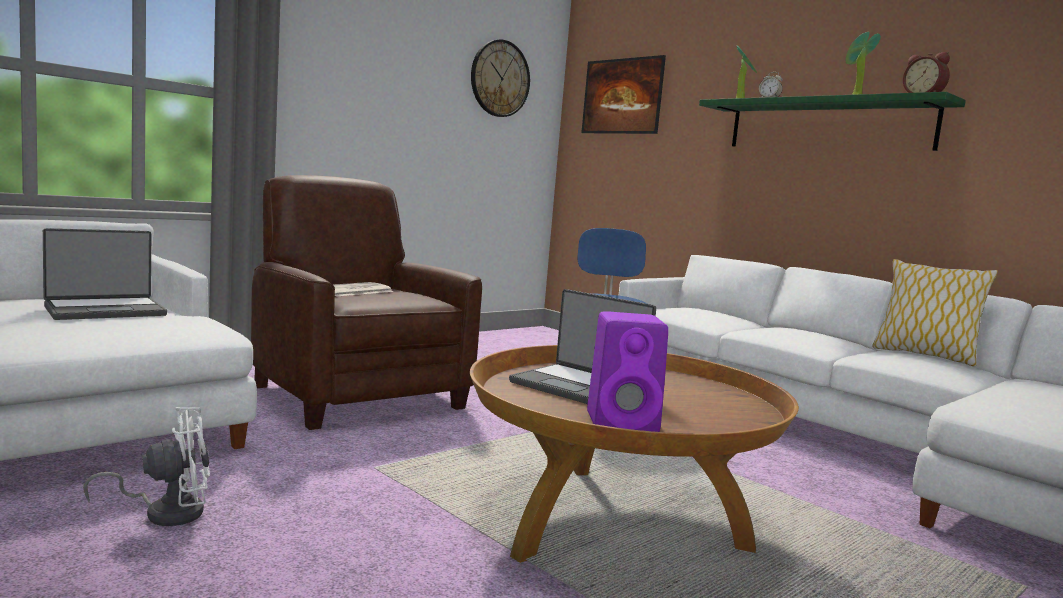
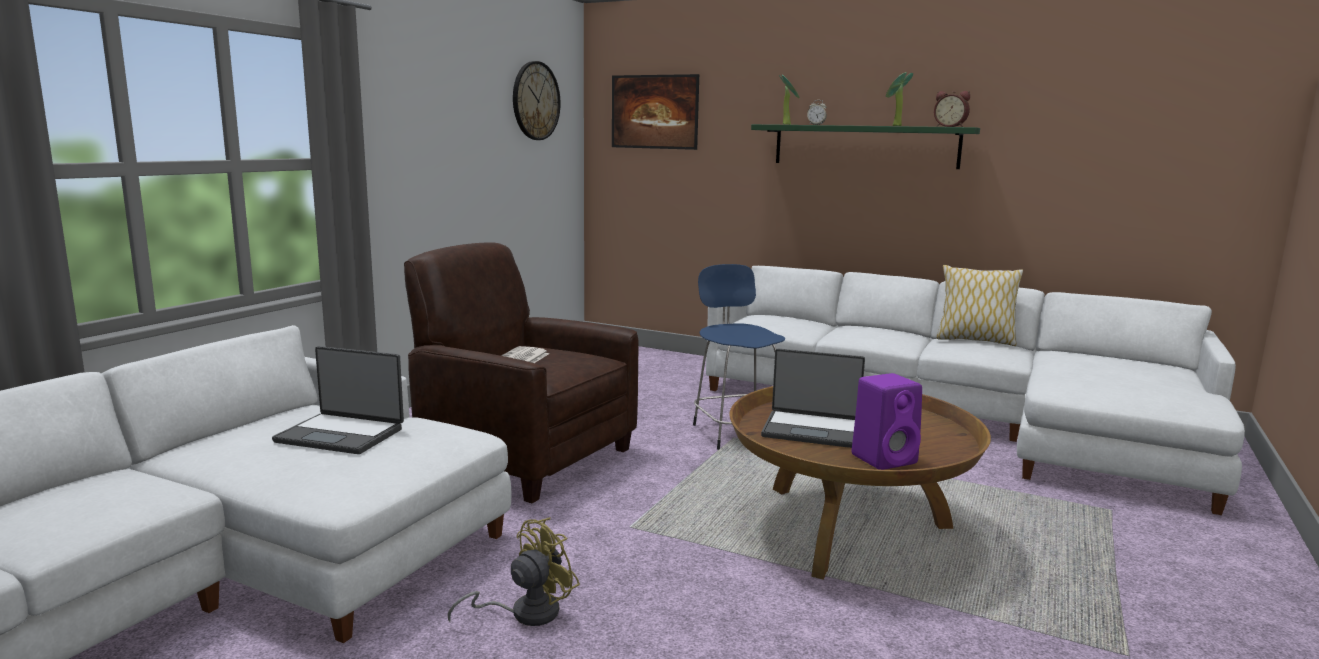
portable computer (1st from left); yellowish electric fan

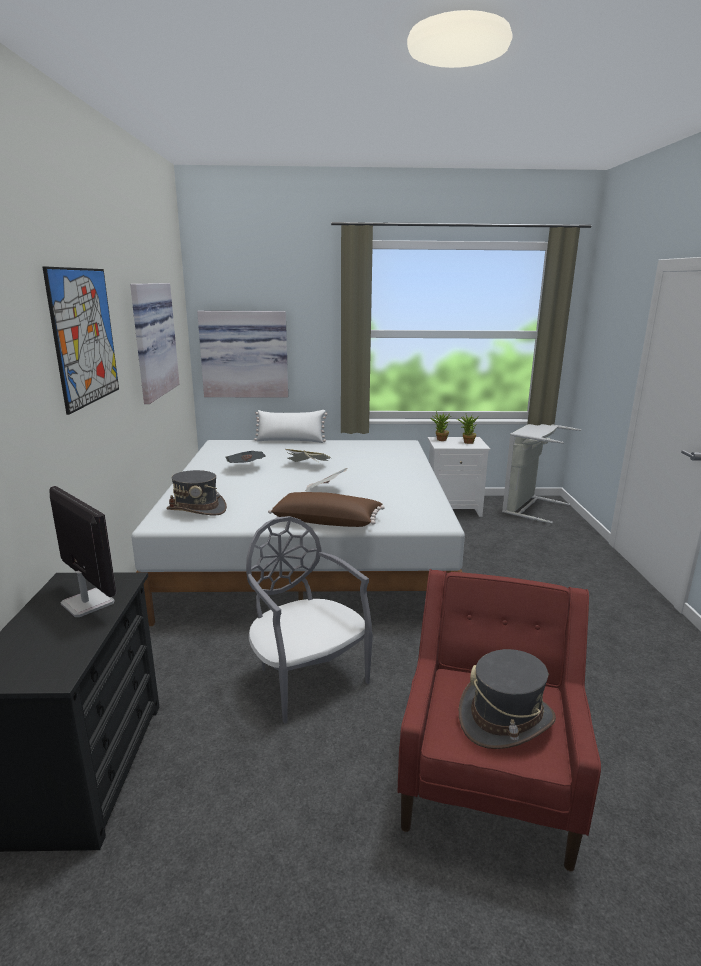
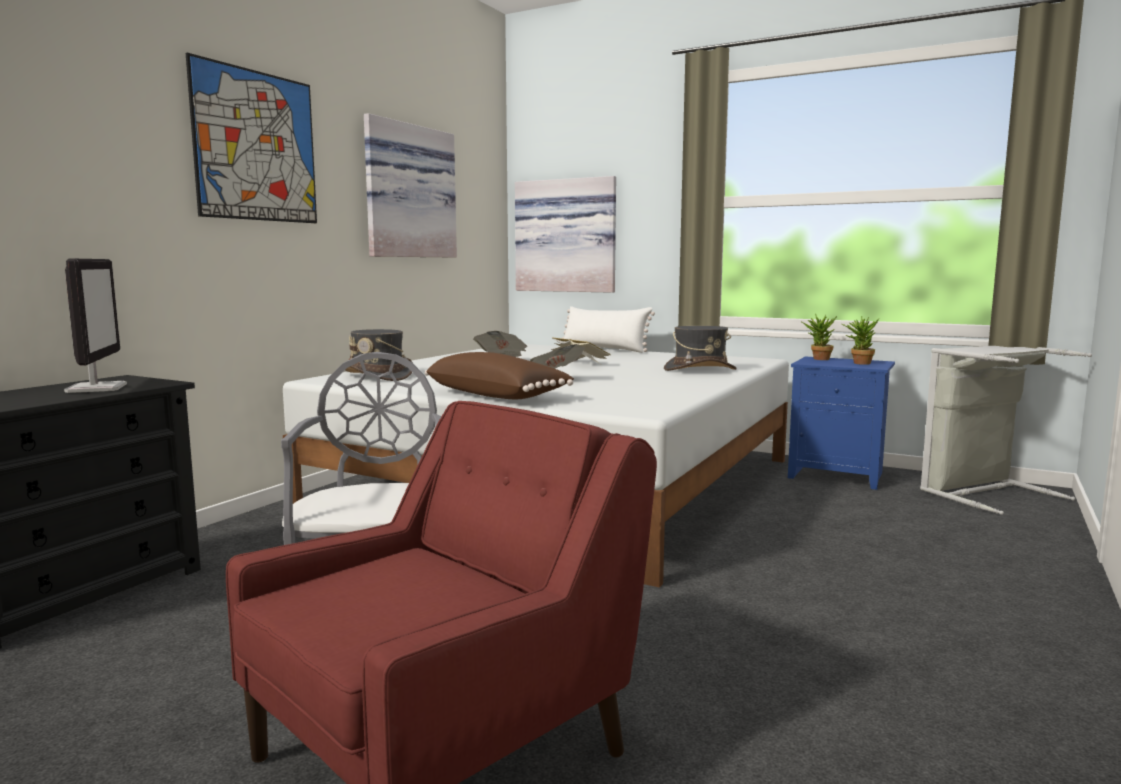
grey hat (2nd from left); bluish night table

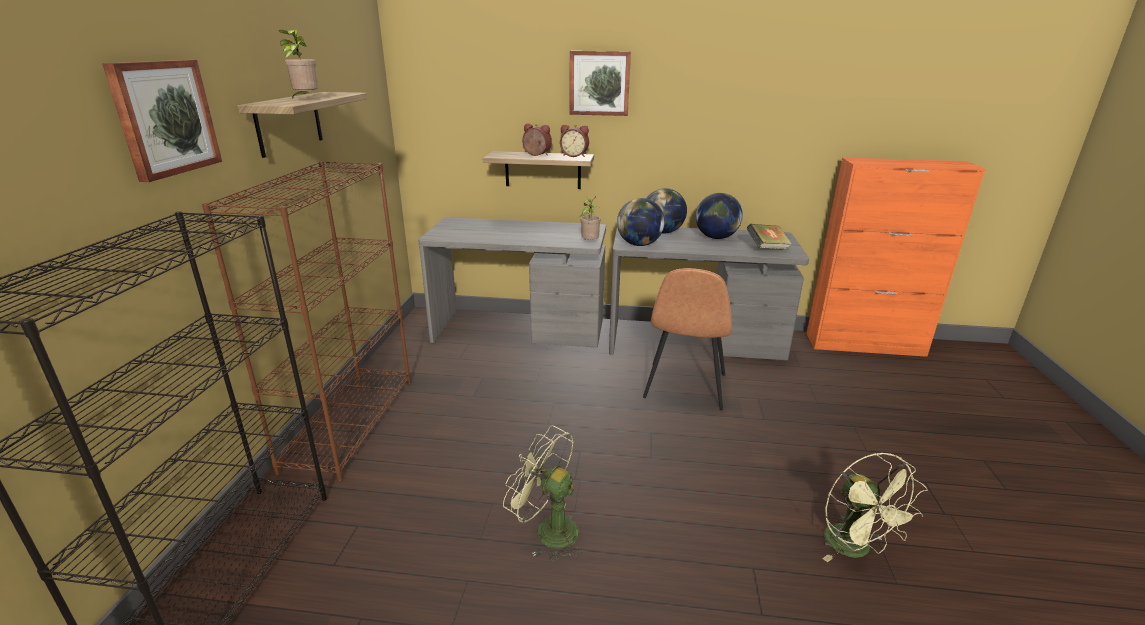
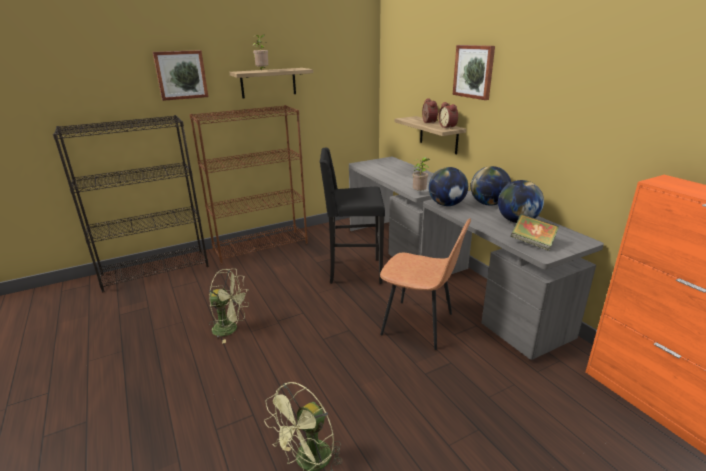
greenish electric fan (1st from left); blackish stool seat; brownish plain chair

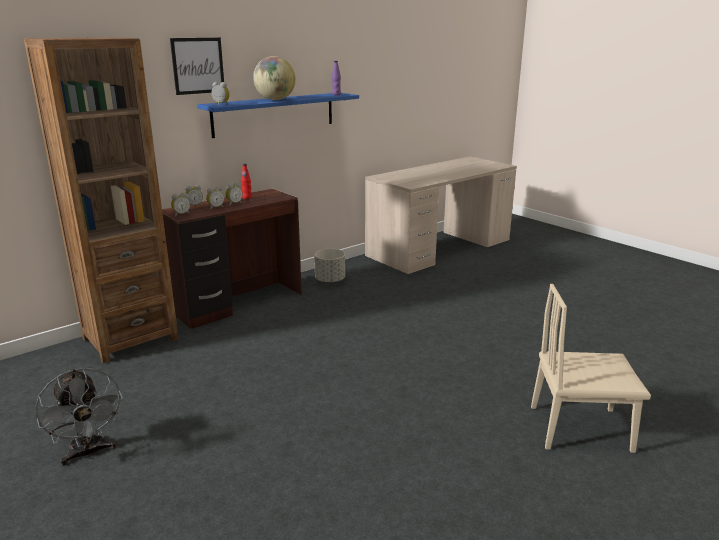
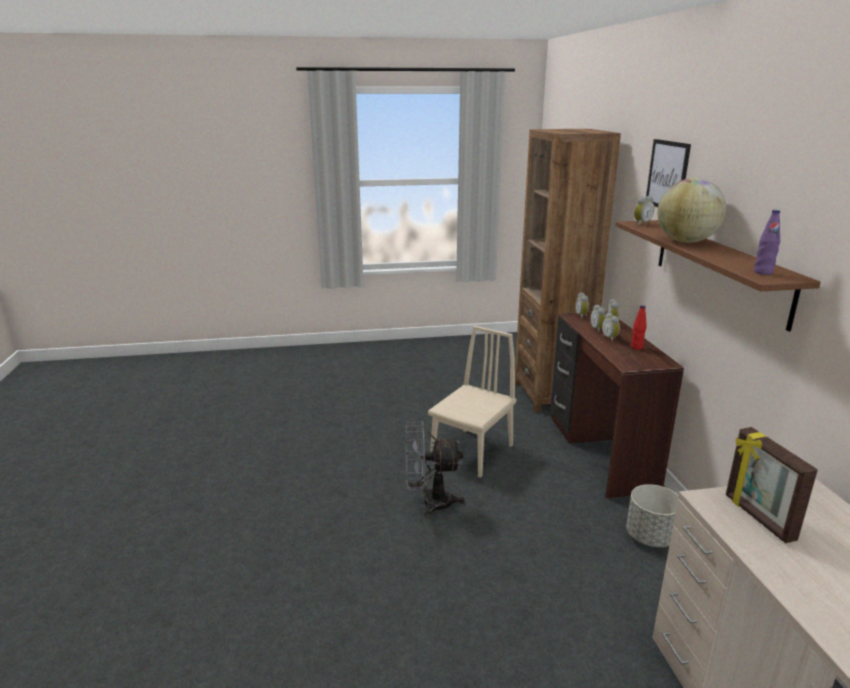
grey electric fan; sand-coloured plain chair; brownish bracket shelf; standing frame

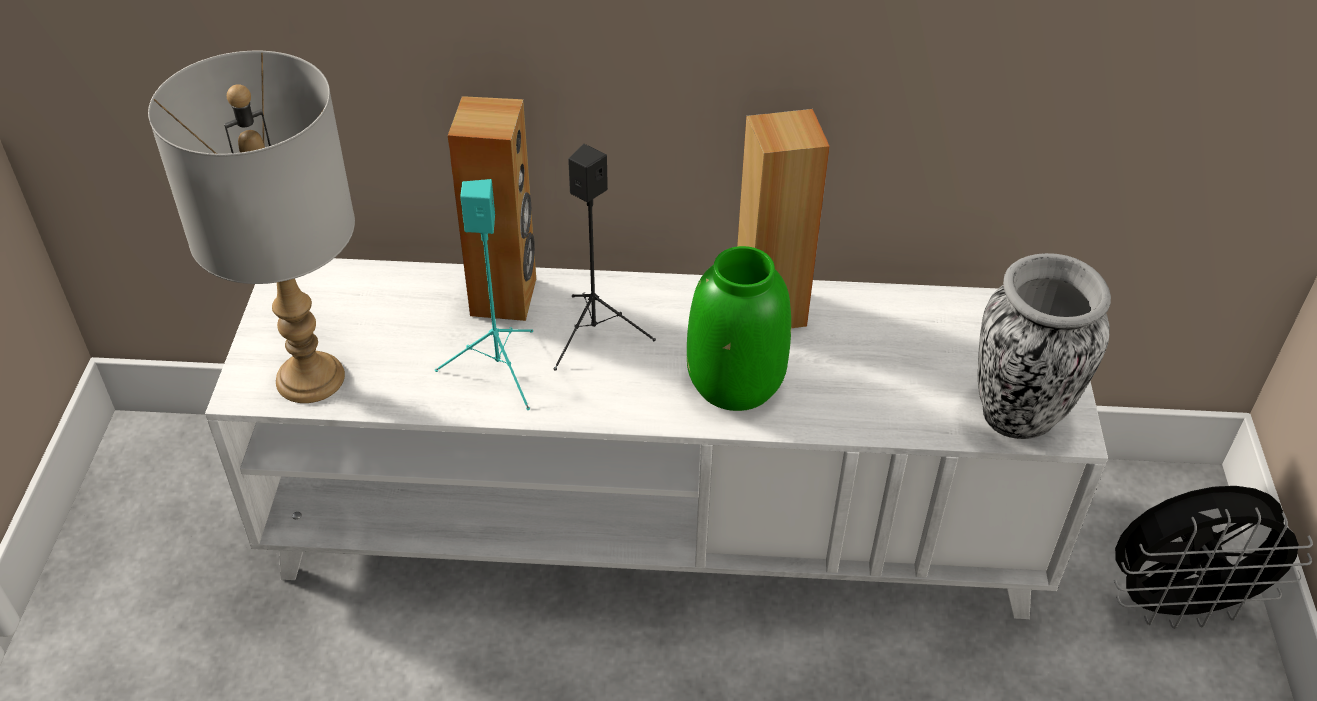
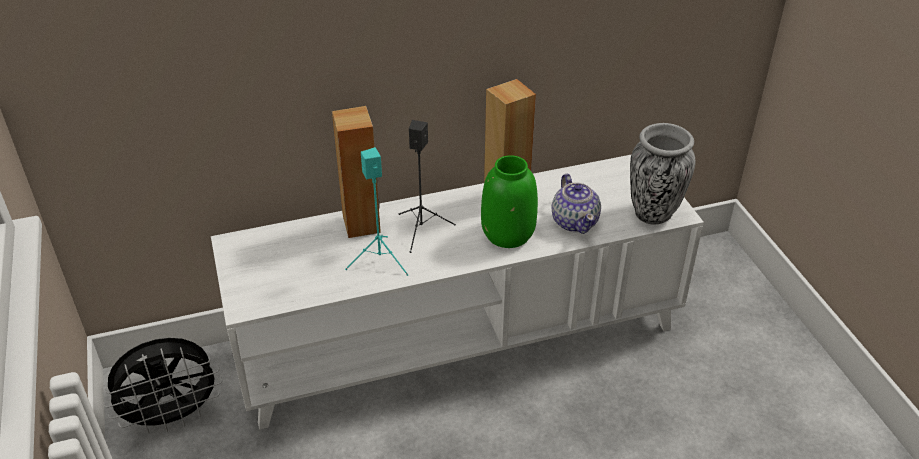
blackish electric fan; teapot; grey tabletop lamp

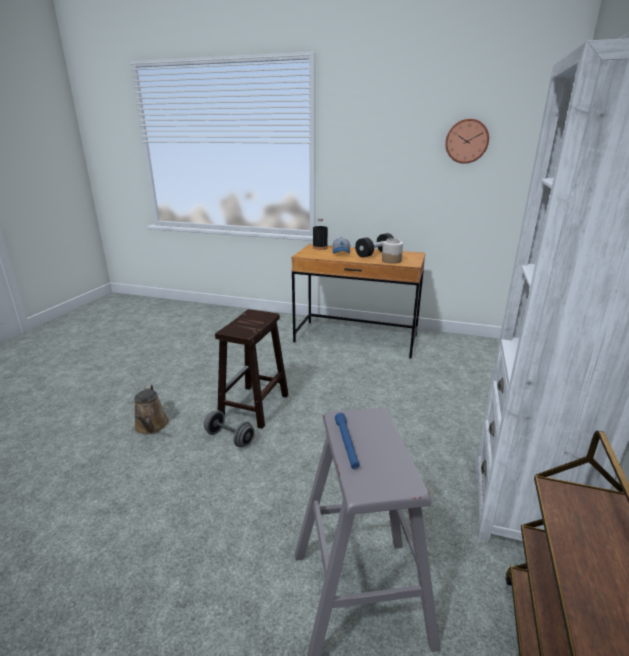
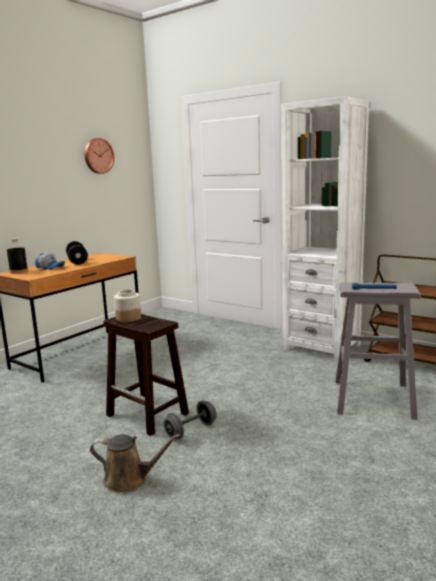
preserve jar

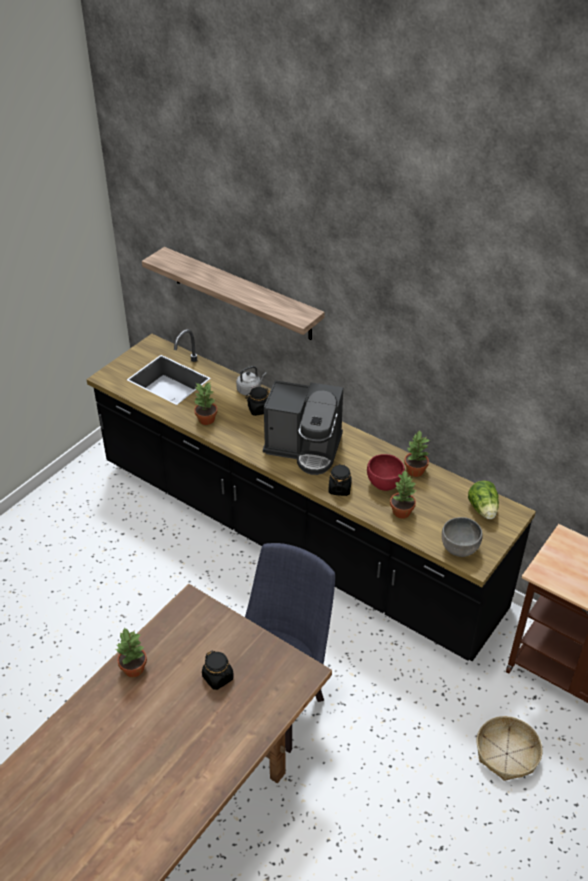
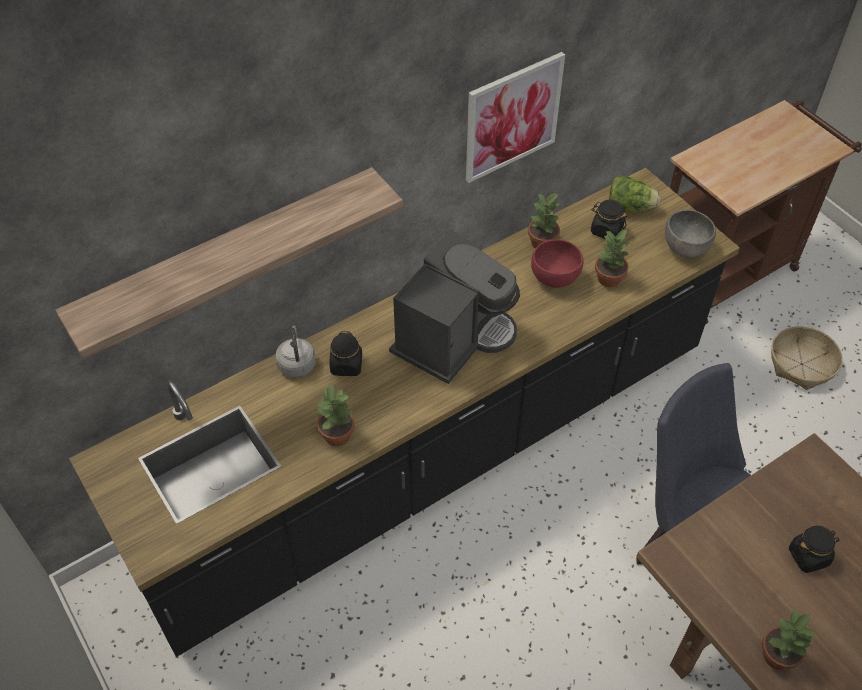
wall picture; blackish preserve jar (2nd from left)

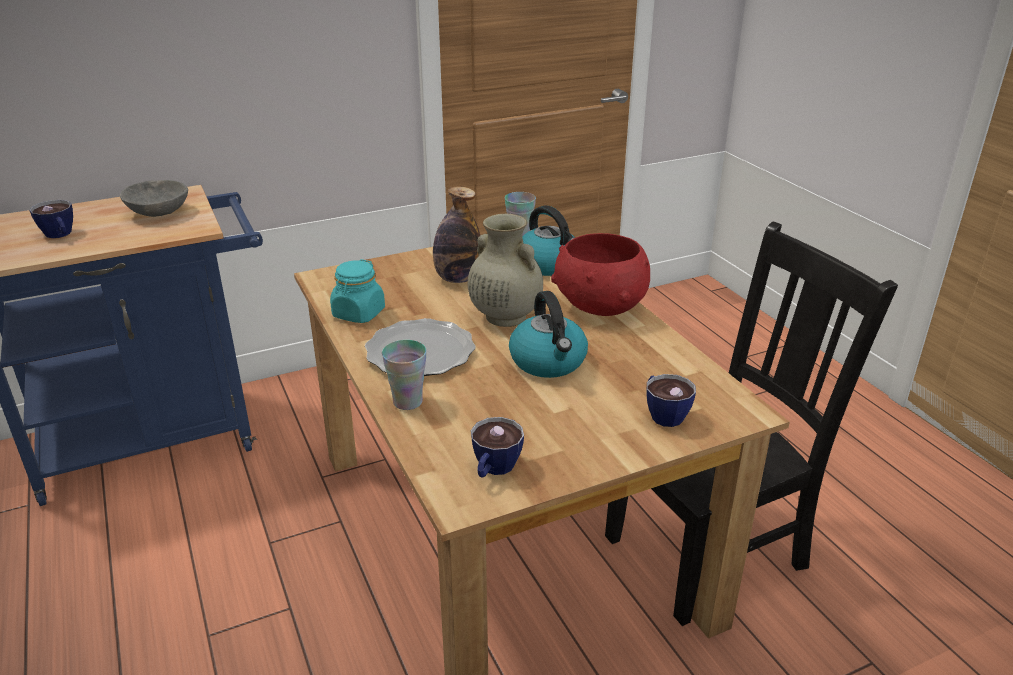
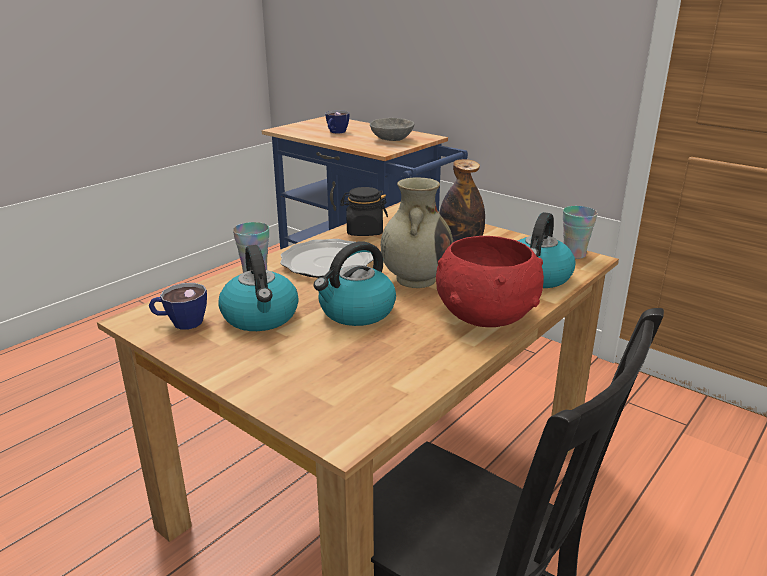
kettle (1st from left); blackish preserve jar; drinking cup (5th from left in the first image)

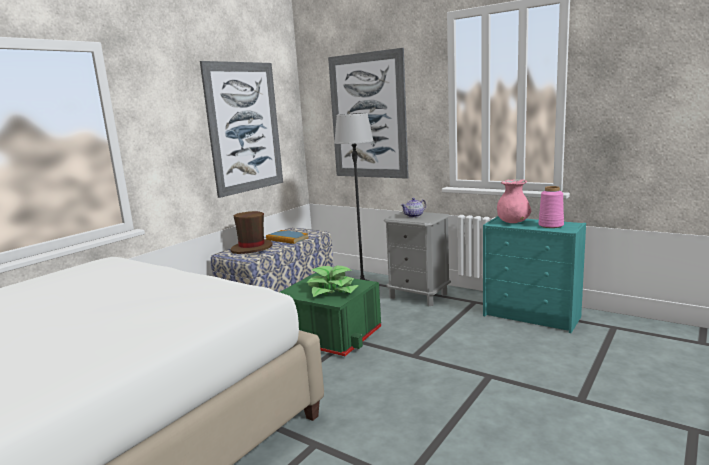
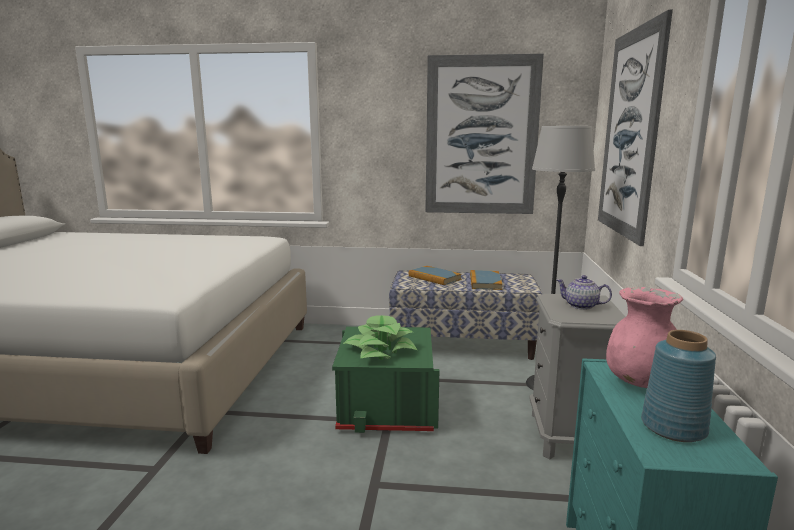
bound book (1st from left); bluish vase

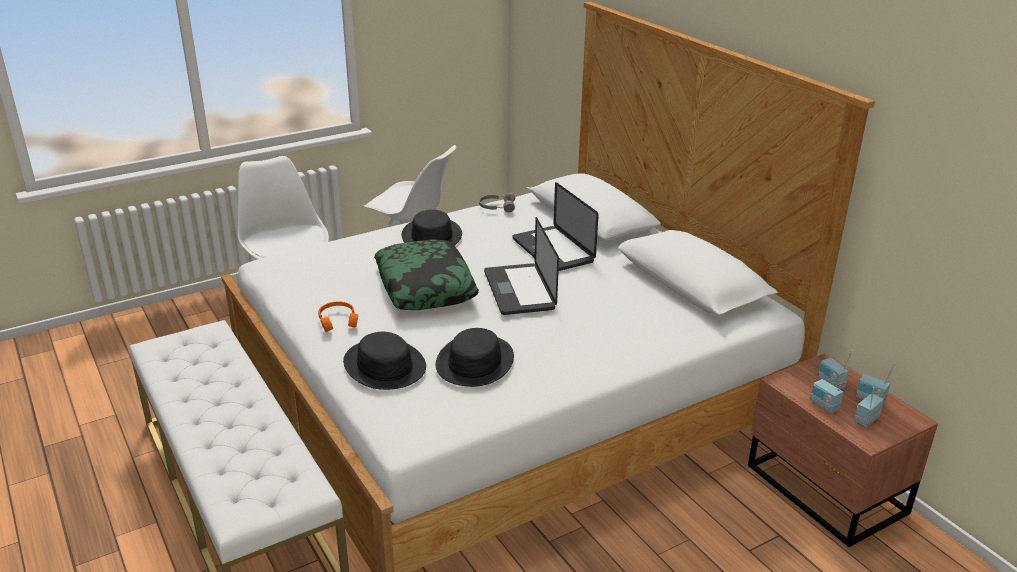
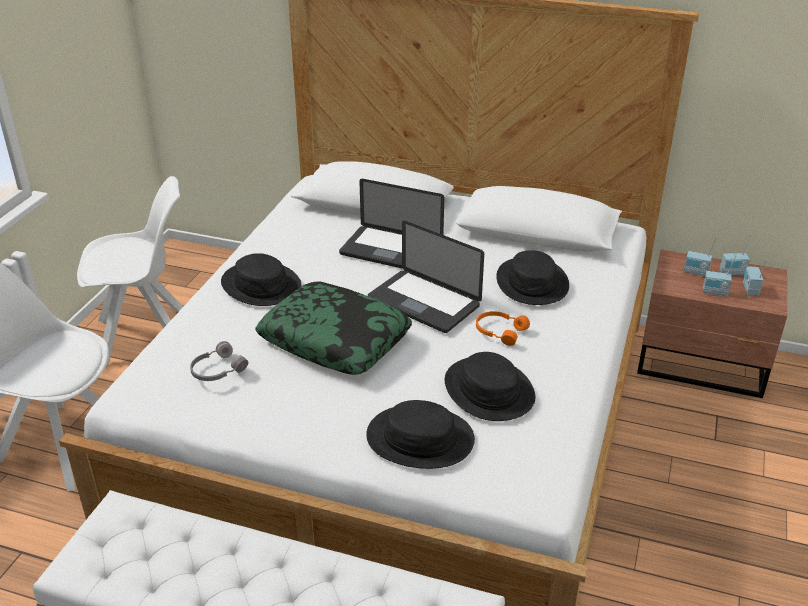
grey headset; orange headset; blackish hat (4th from left)

